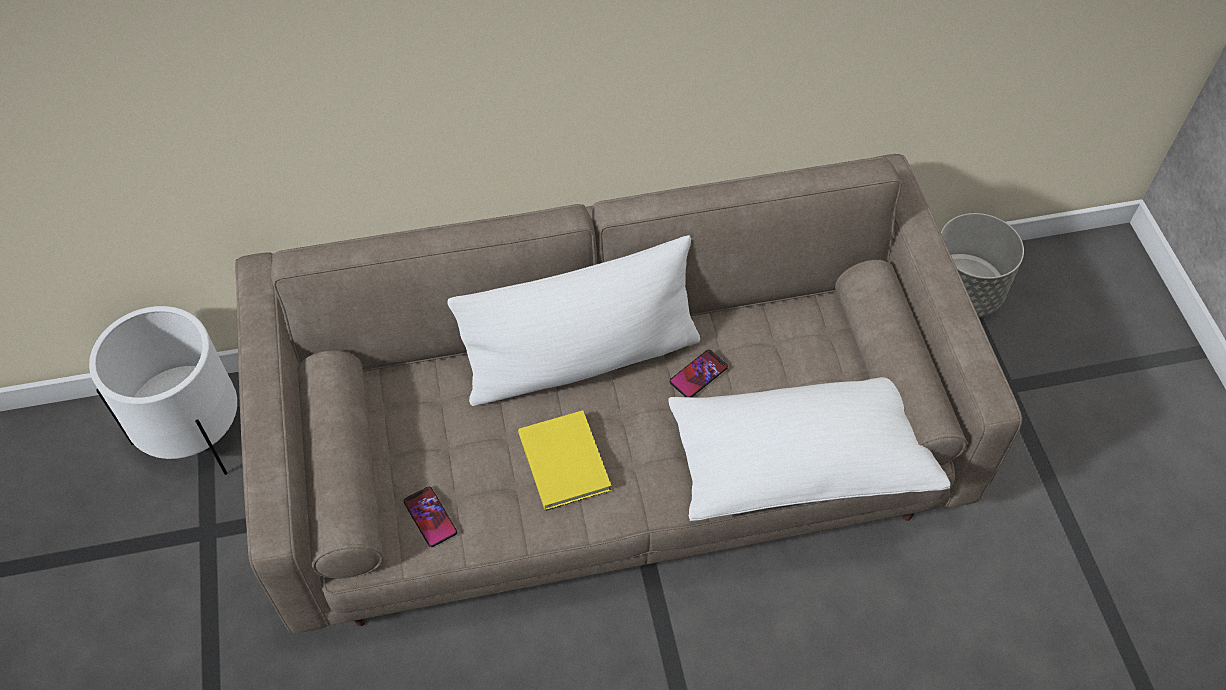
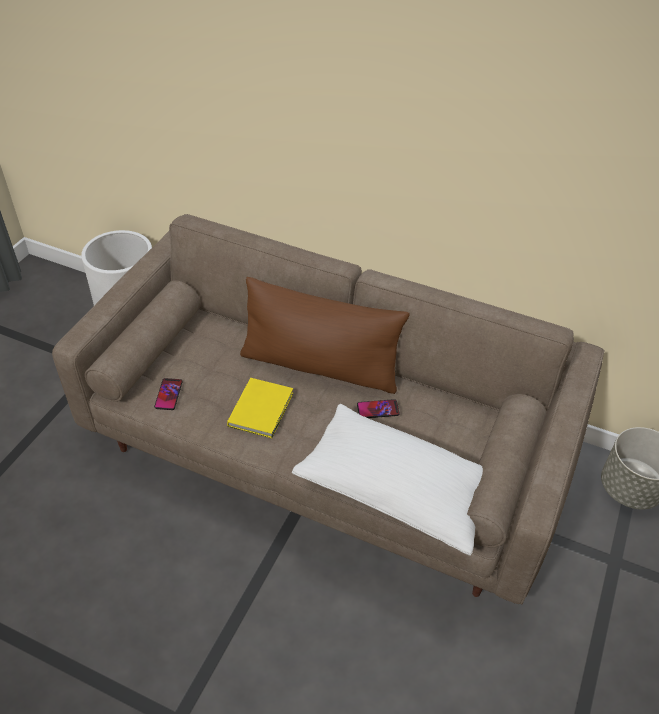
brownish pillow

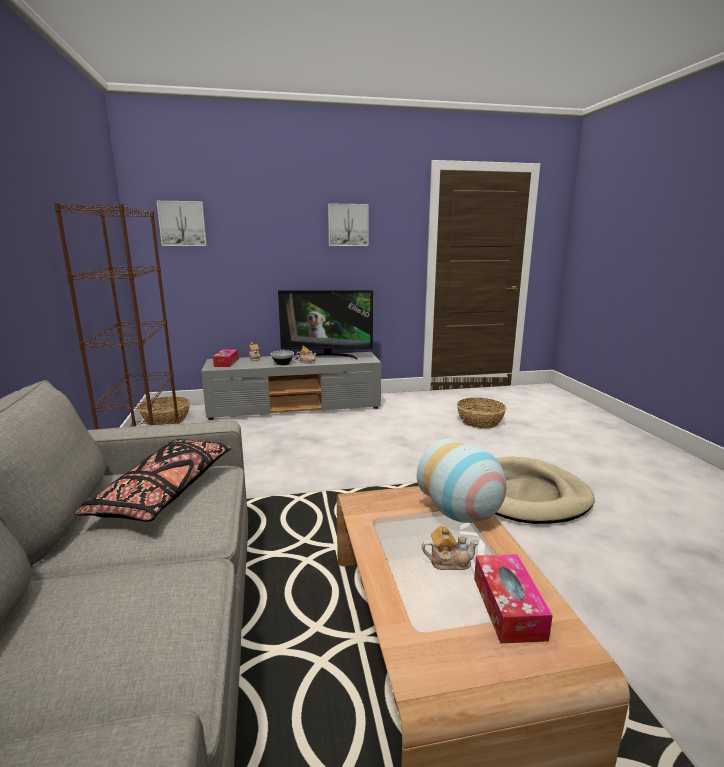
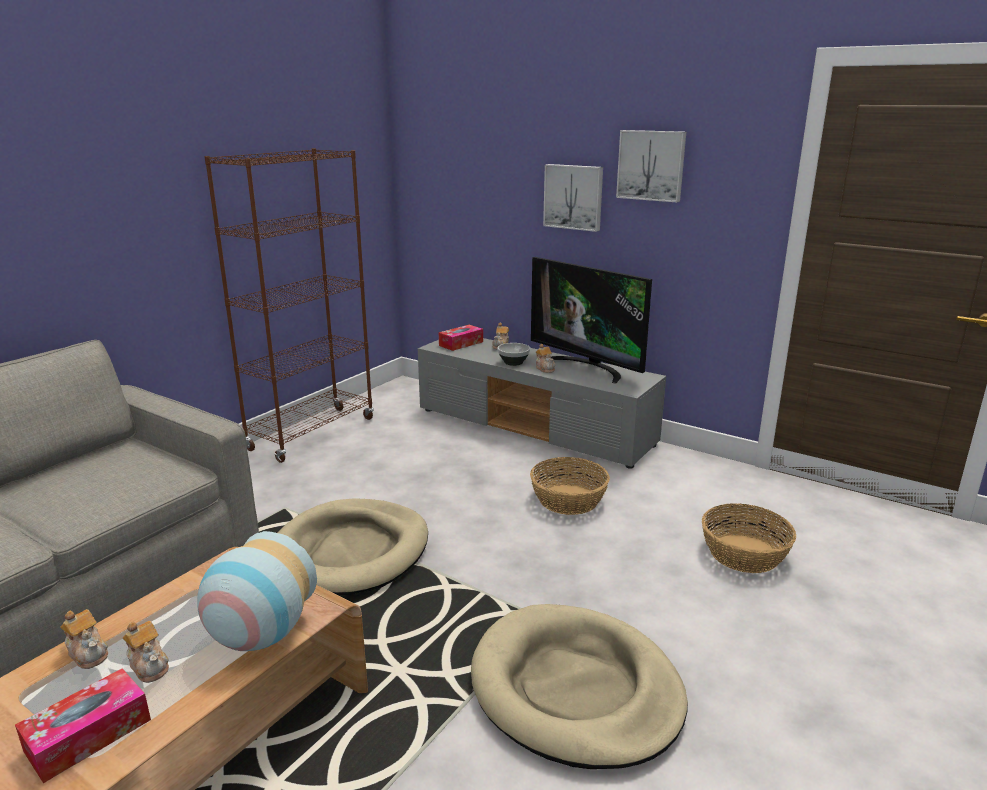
teapot (1st from left); sand-coloured dog bed (1st from left); basket (1st from left); wall picture (1st from left); blackish pillow

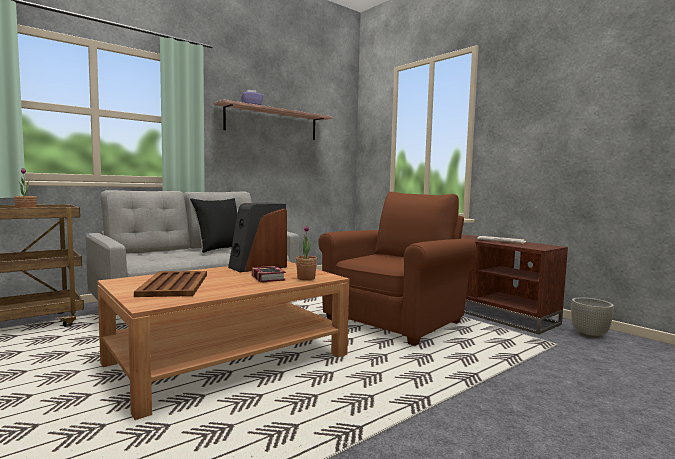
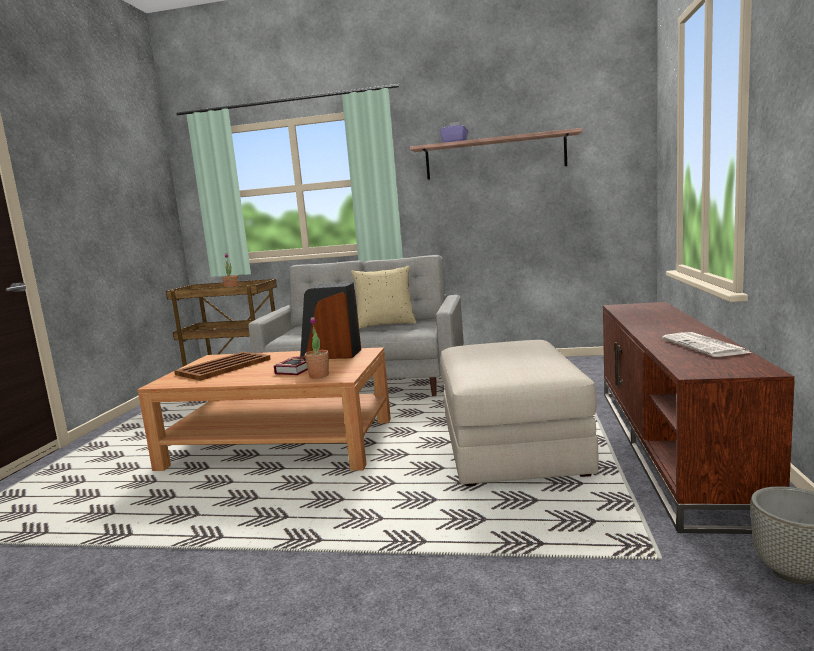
sand-coloured pillow; sand-coloured footrest

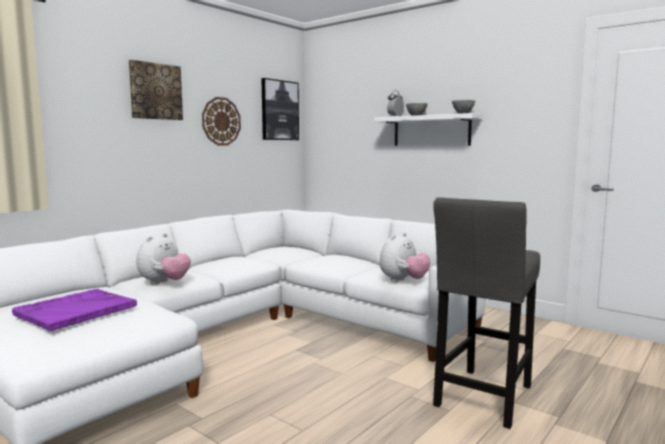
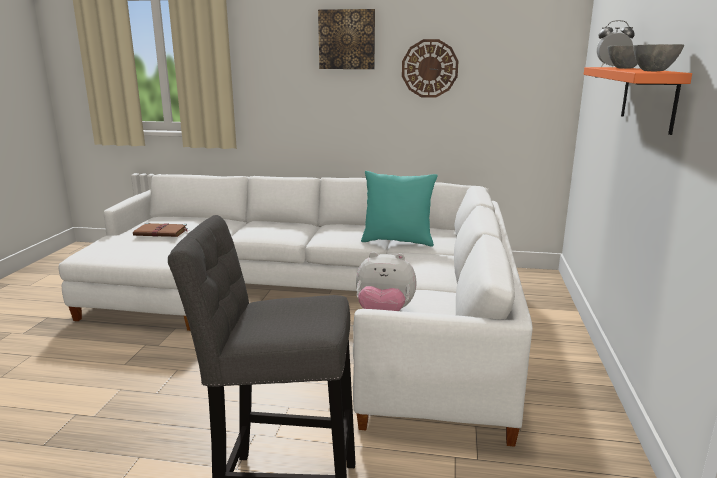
brownish bound book; blue-green pillow; orange bracket shelf; cuddly toy (1st from left in the first image); wall picture (2nd from left in the first image)

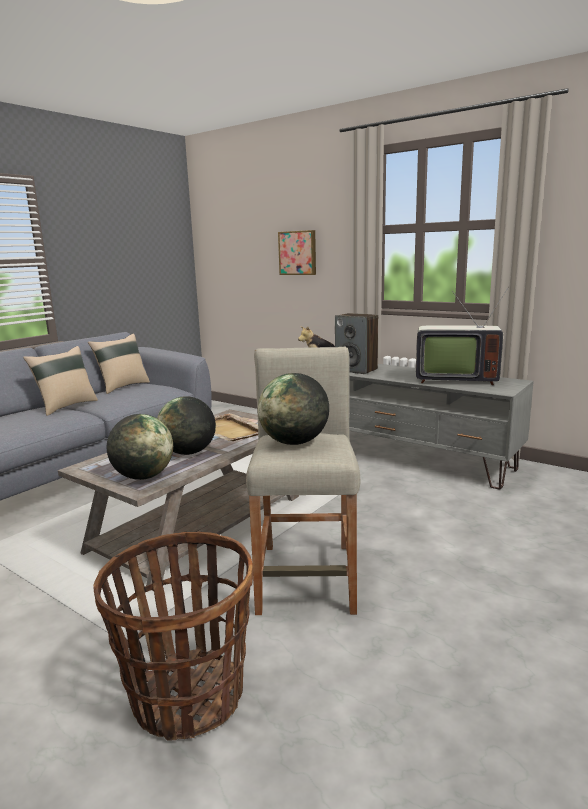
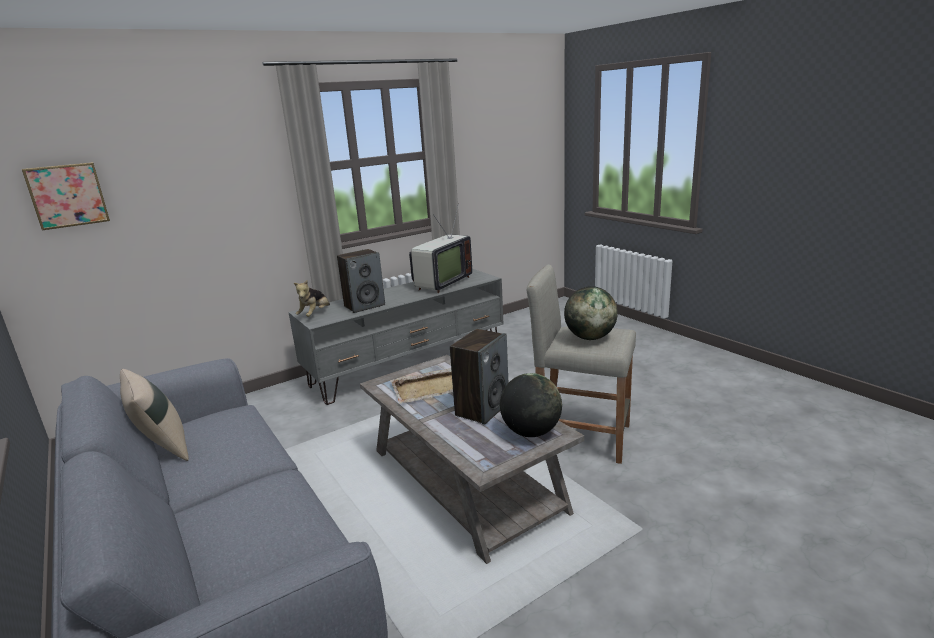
wall picture; speaker (2nd from left); sand-coloured pillow (1st from left in the first image); basket

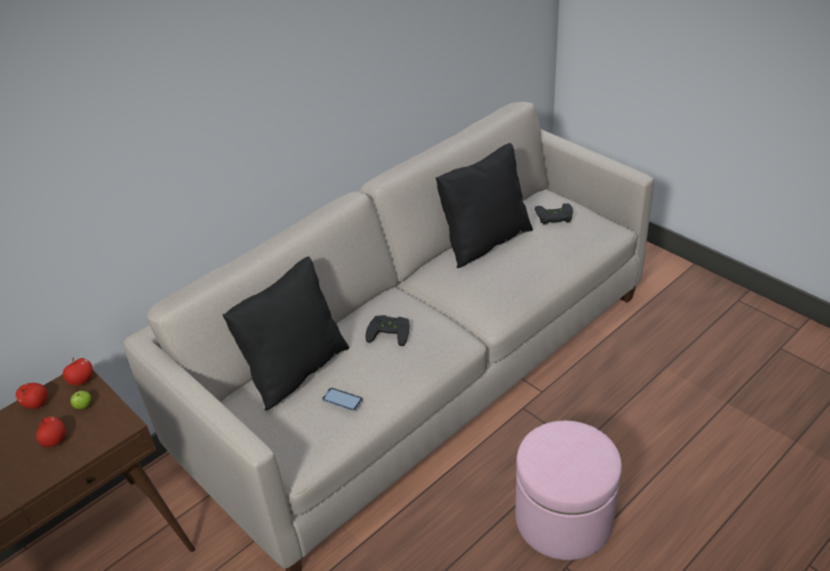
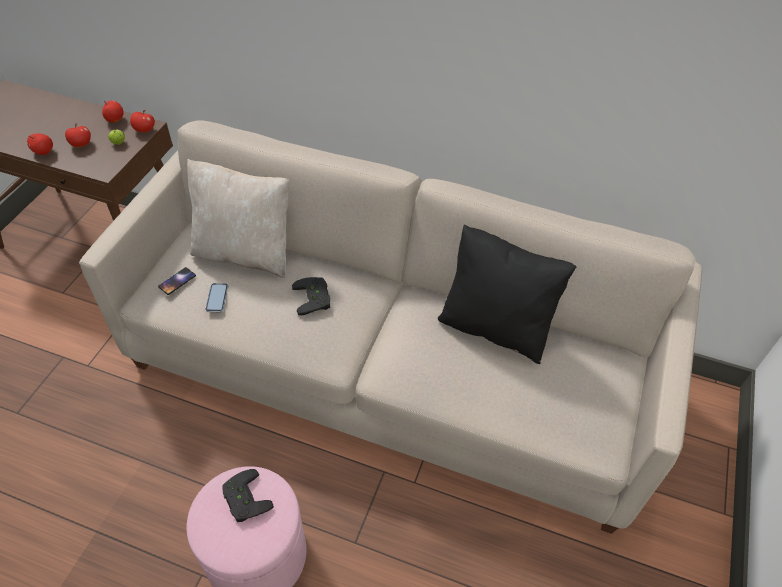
apple fruit (1st from left); telephone (1st from left); sand-coloured pillow; blackish game controller (1st from left)

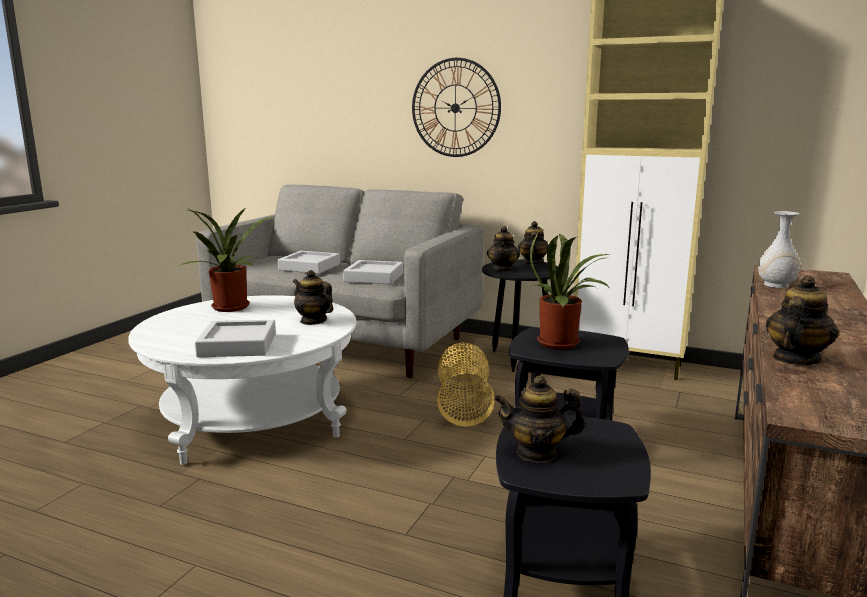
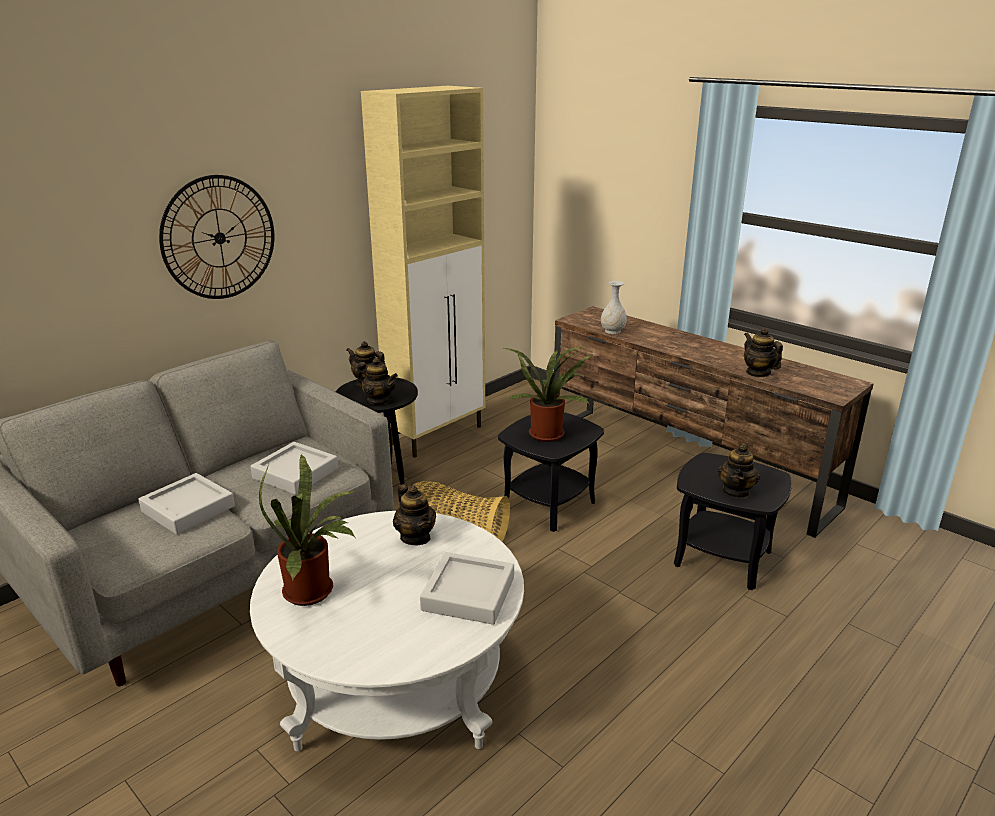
teapot (3rd from left)

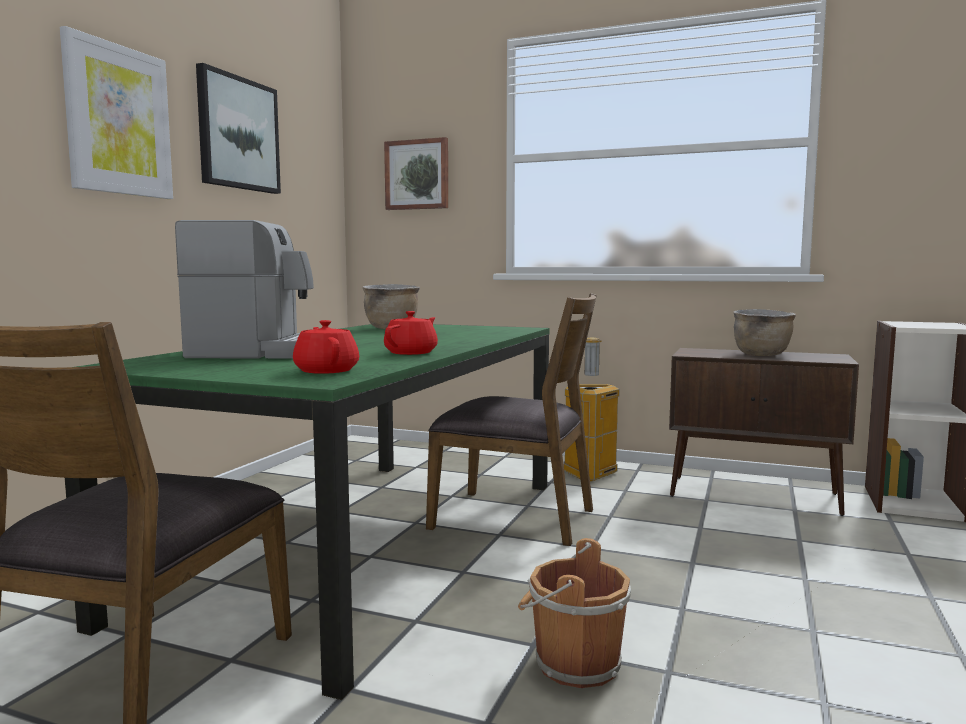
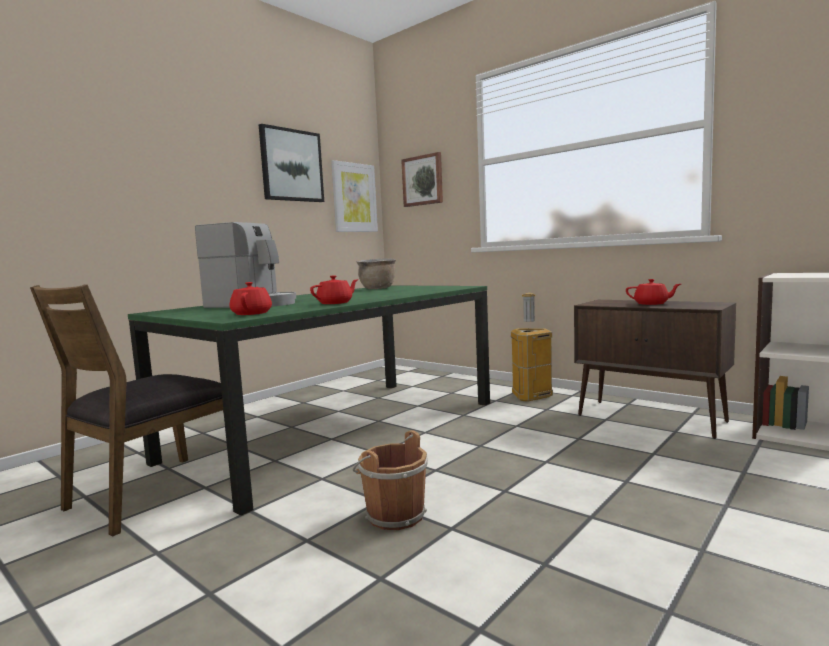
wall picture (2nd from left); reddish teapot (3rd from left); brownish plain chair (2nd from left in the first image)

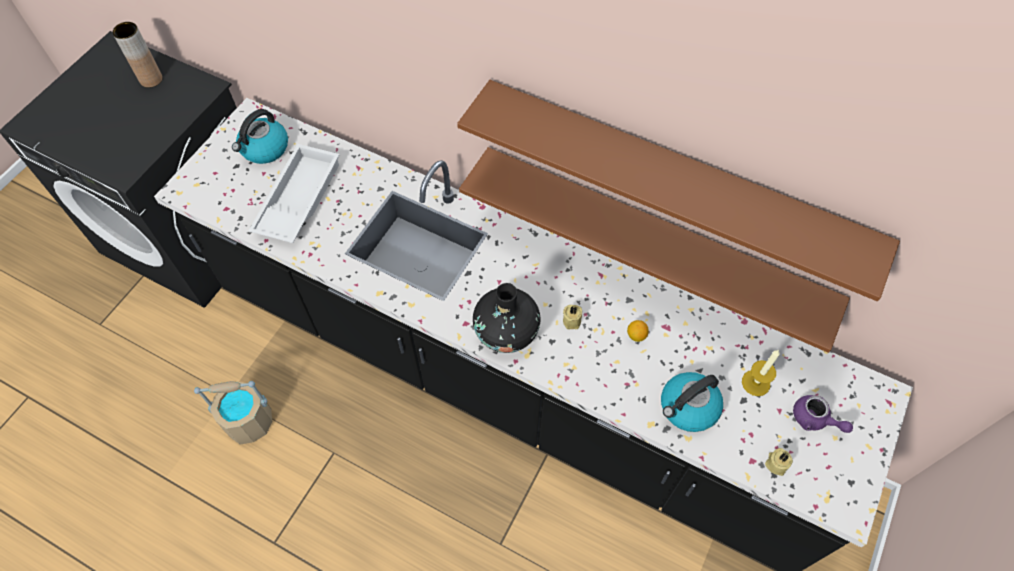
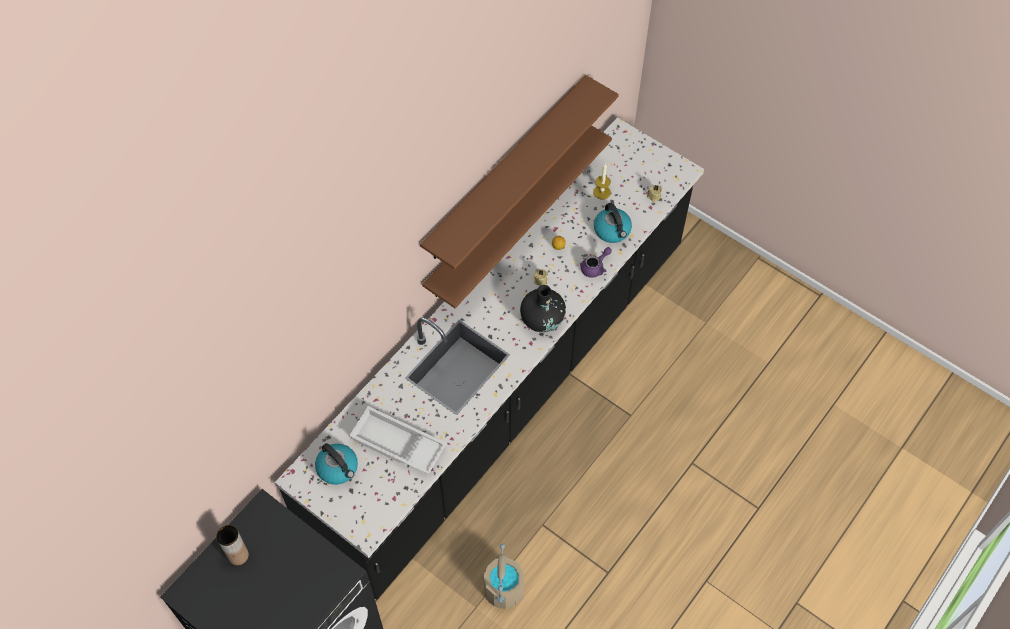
purplish teapot

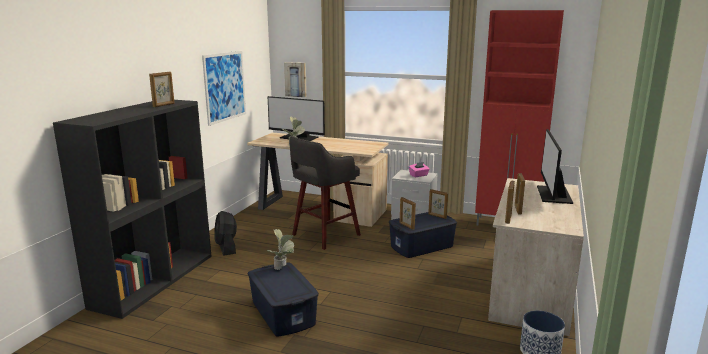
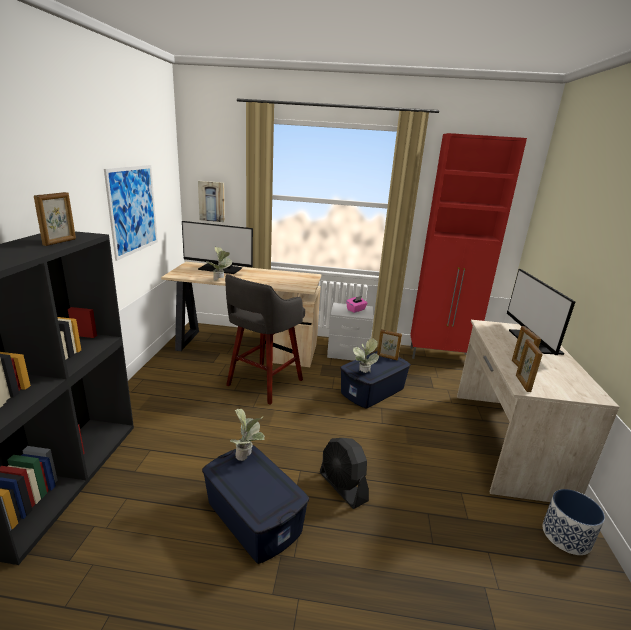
blackish electric fan; plant in a pot (3rd from left)

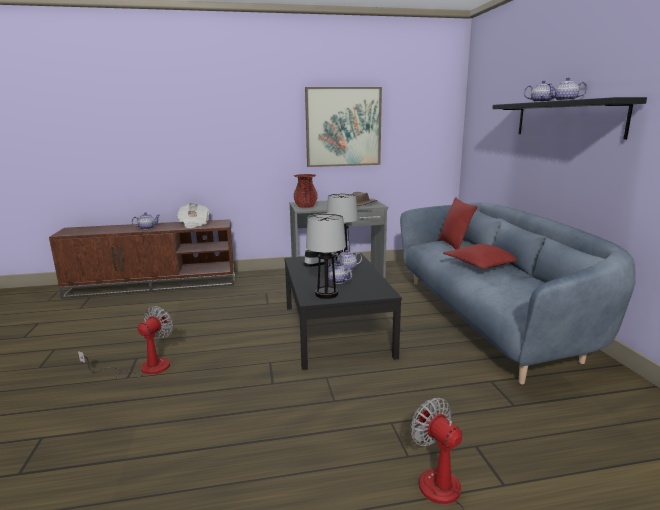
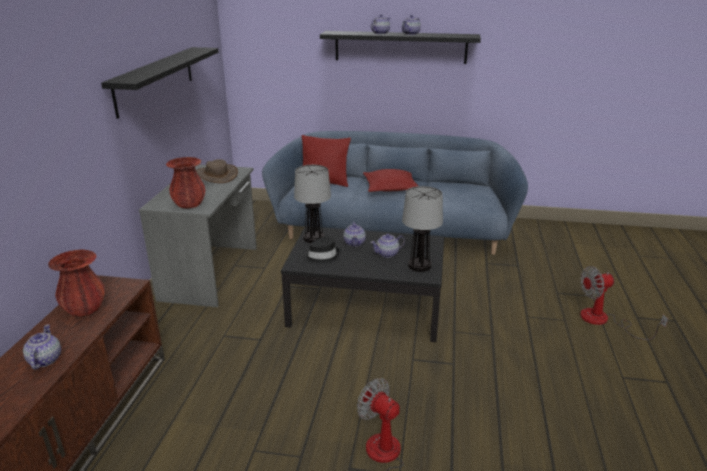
reddish vase (1st from left); blackish bracket shelf (1st from left)

